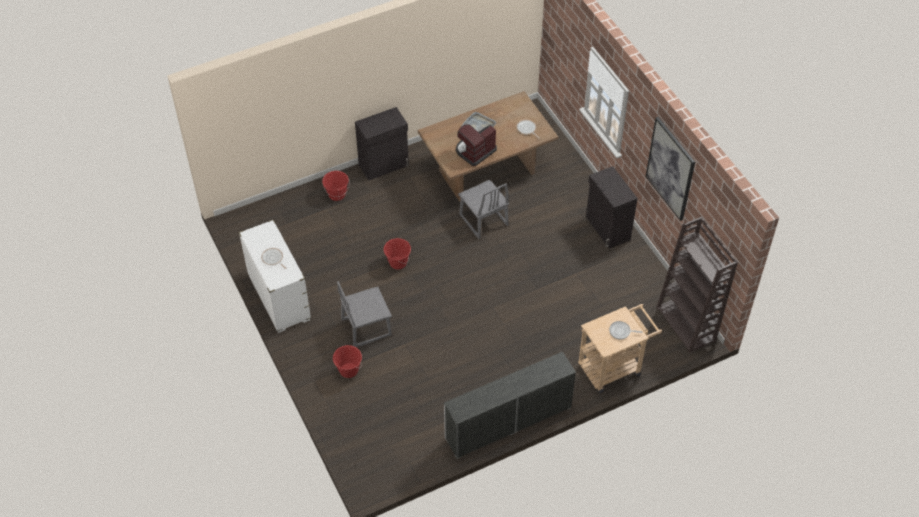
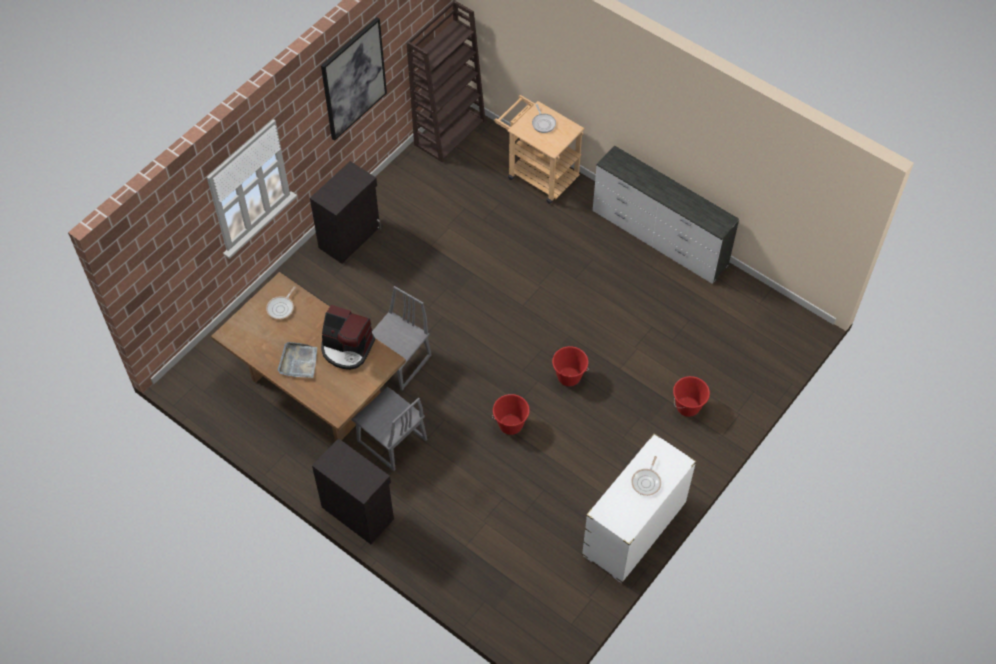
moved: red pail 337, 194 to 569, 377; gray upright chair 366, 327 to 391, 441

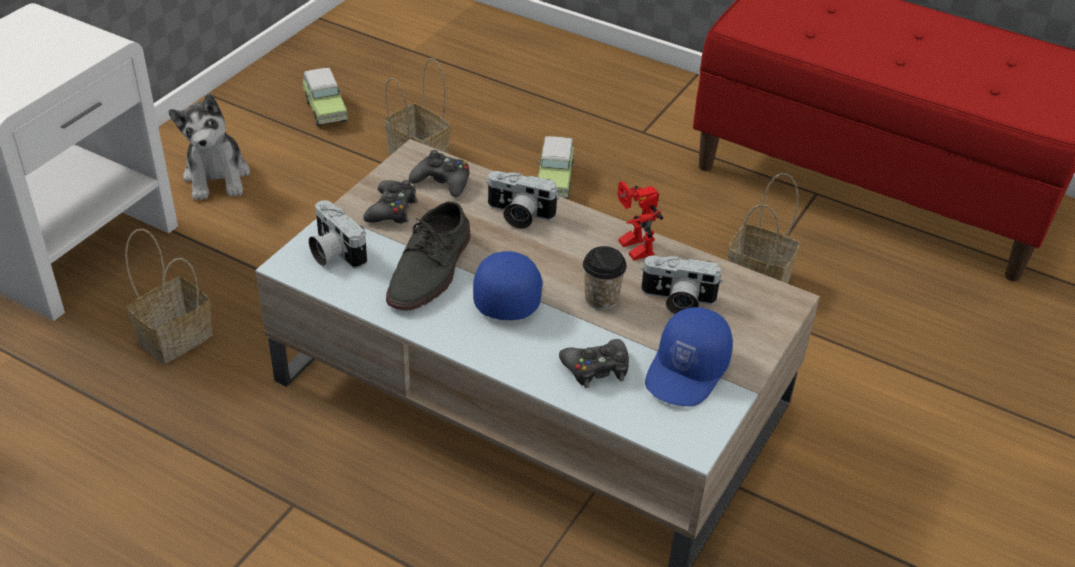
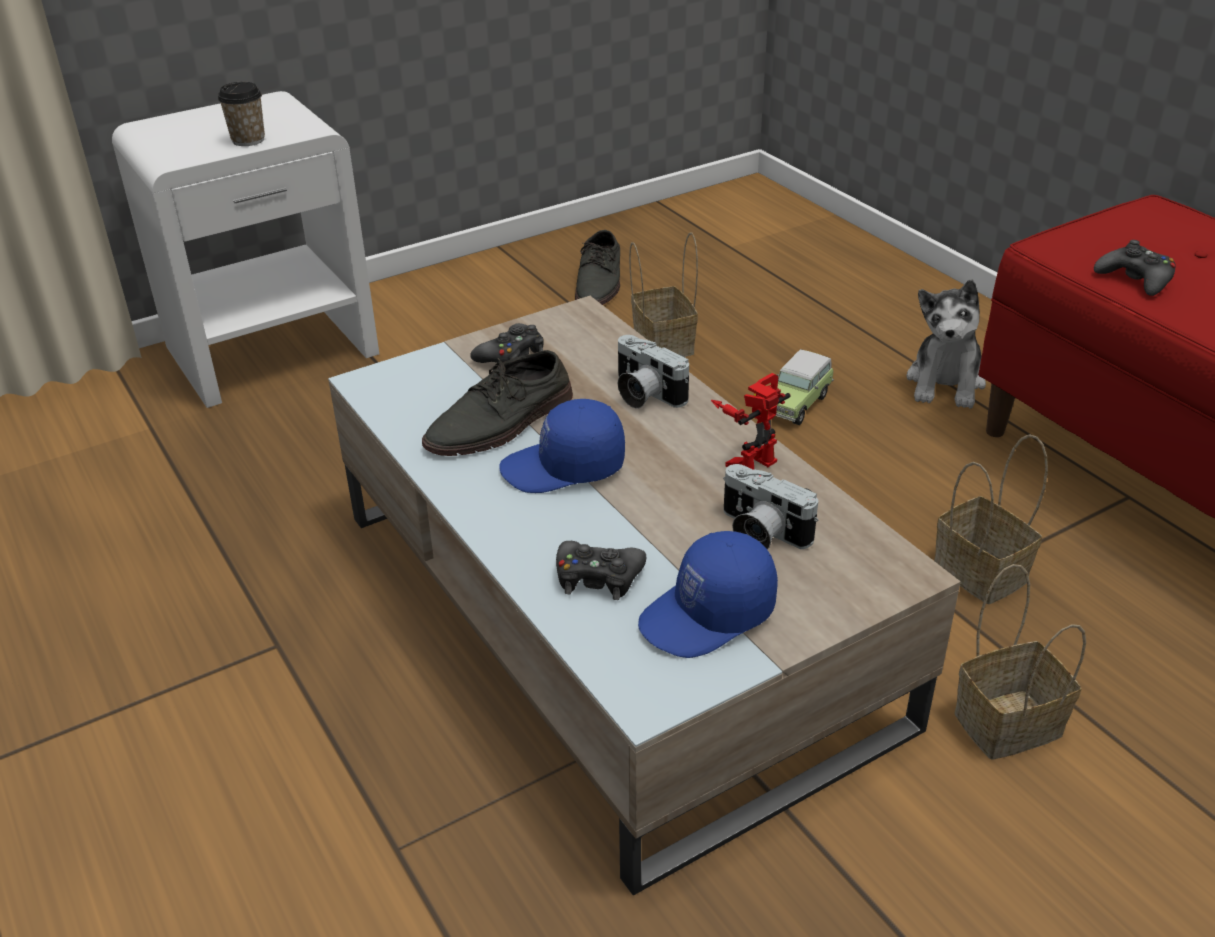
removed: still camera 333, 252
moved: household basket 176, 336 to 1009, 722; cuddly toy 217, 177 to 945, 383; black joypad 442, 181 to 1135, 279; drinking cup 601, 299 to 248, 140
replaced: toy car 325, 109 to gray low shoe 600, 282
turned: blue peaked cap 507, 292 = 564, 468 135 degrees counterclockwise; model robot 630, 247 = 748, 459 45 degrees clockwise

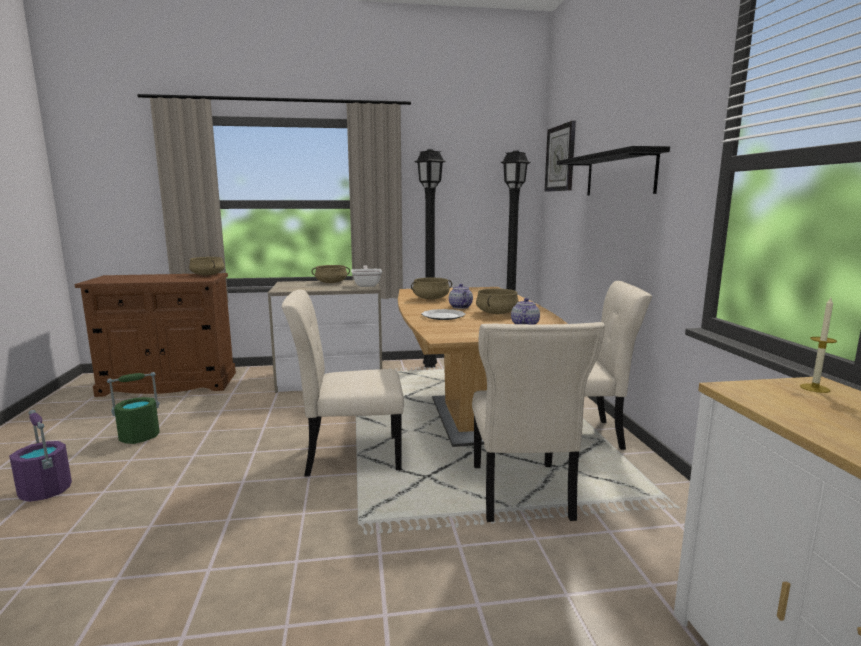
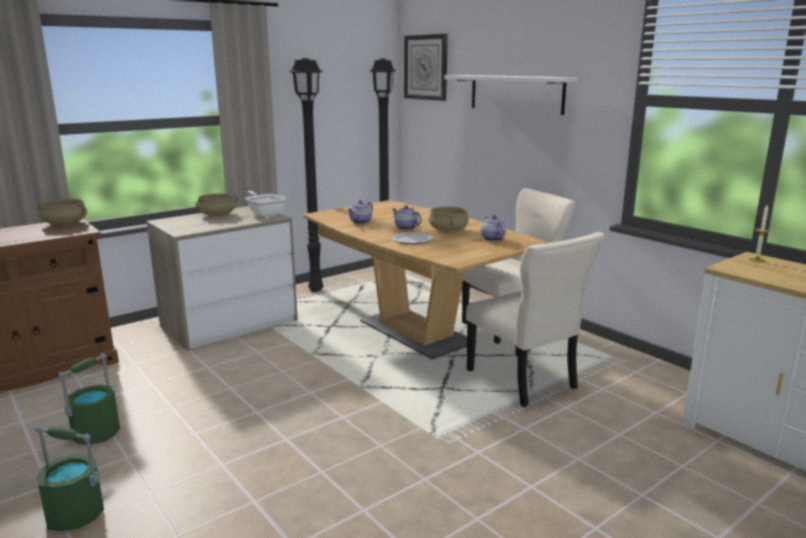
removed: beige-coloured upright chair 348, 455
replaced: beige-coloured cooking pot 431, 298 to tea pot 360, 222
recoloured: purple pail 46, 491 to green pail 76, 515; black bracket shelf 619, 174 to white bracket shelf 516, 93

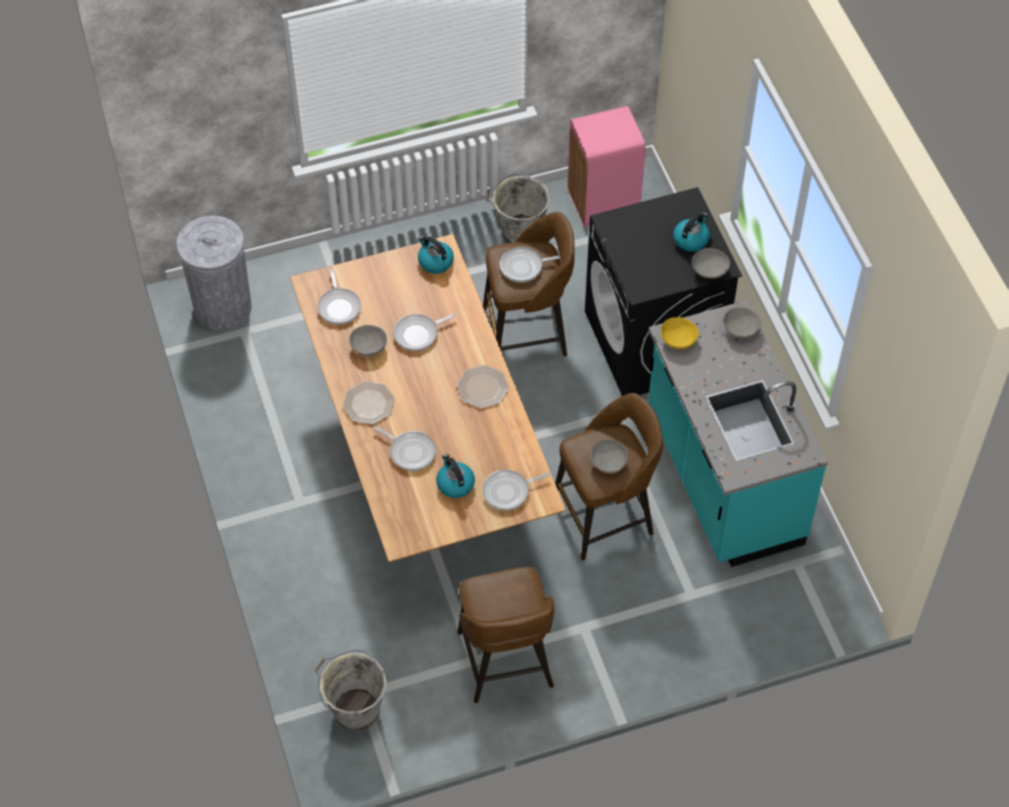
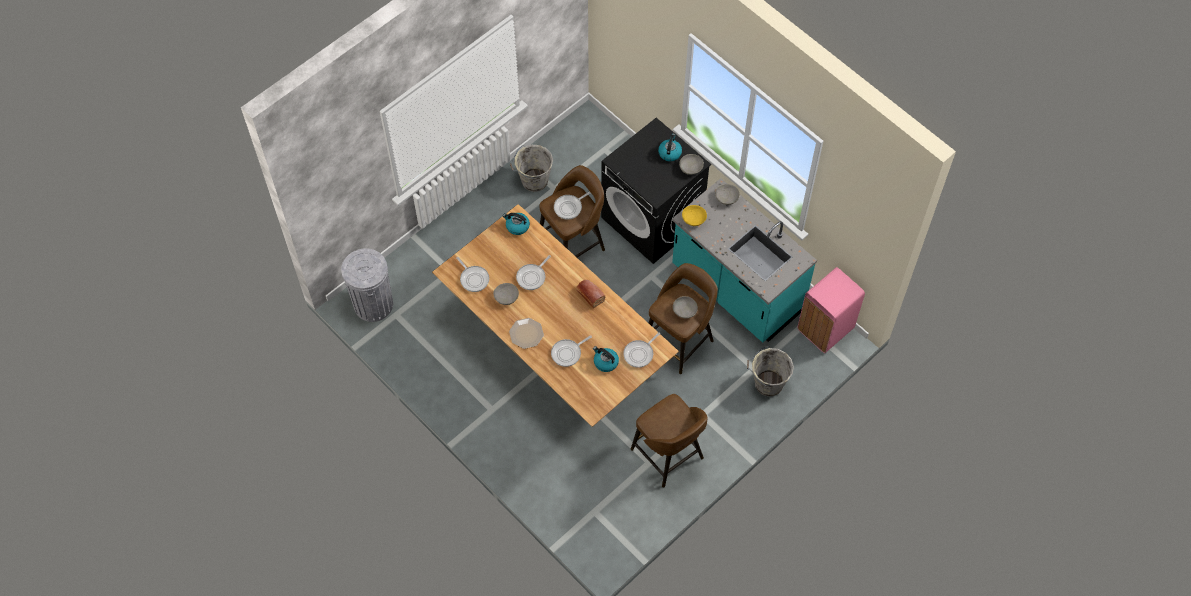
moved: gray pail 355, 709 to 767, 383; pinkish waste bin 604, 202 to 826, 329
replaced: flat dish 483, 387 to bread 589, 295
turned: frying pan 410, 451 = 568, 353 135 degrees clockwise

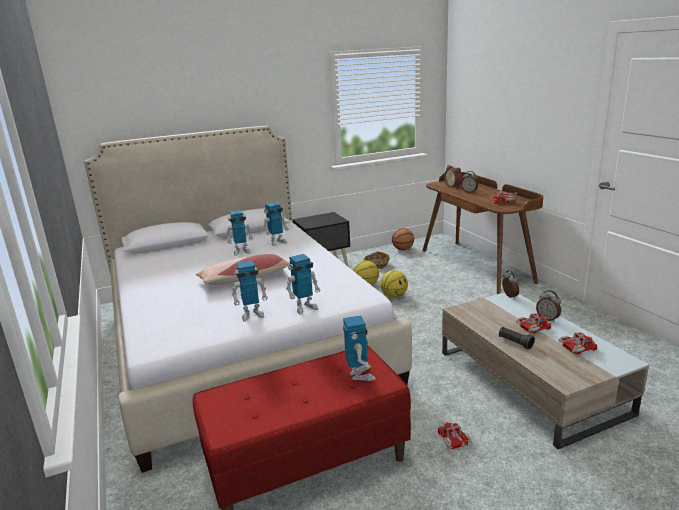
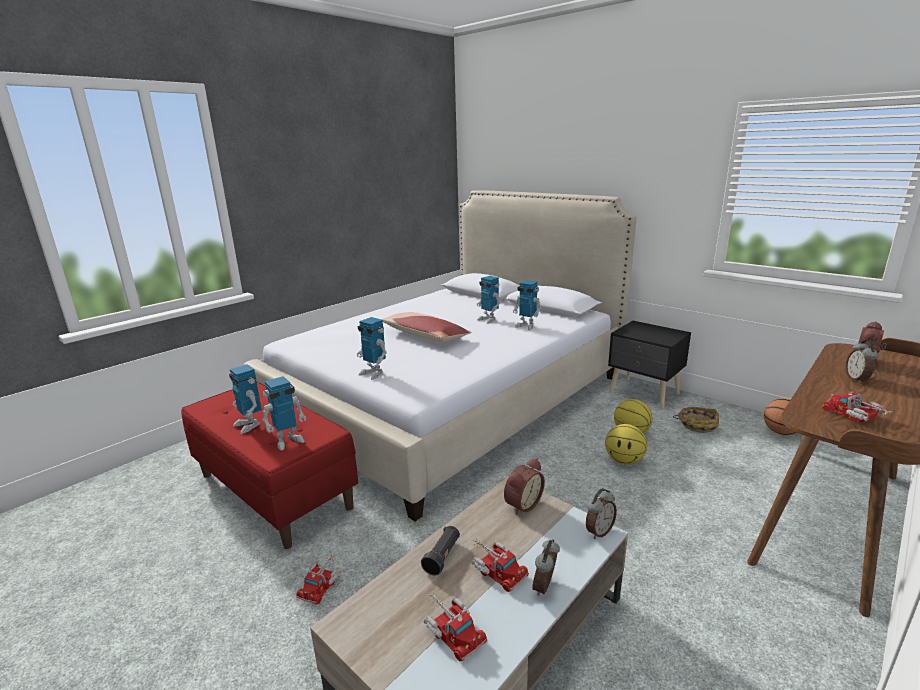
added: alarm clock 521, 504
moved: model robot 252, 314 to 249, 425
turned: model truck 455, 442 = 321, 584 150 degrees clockwise

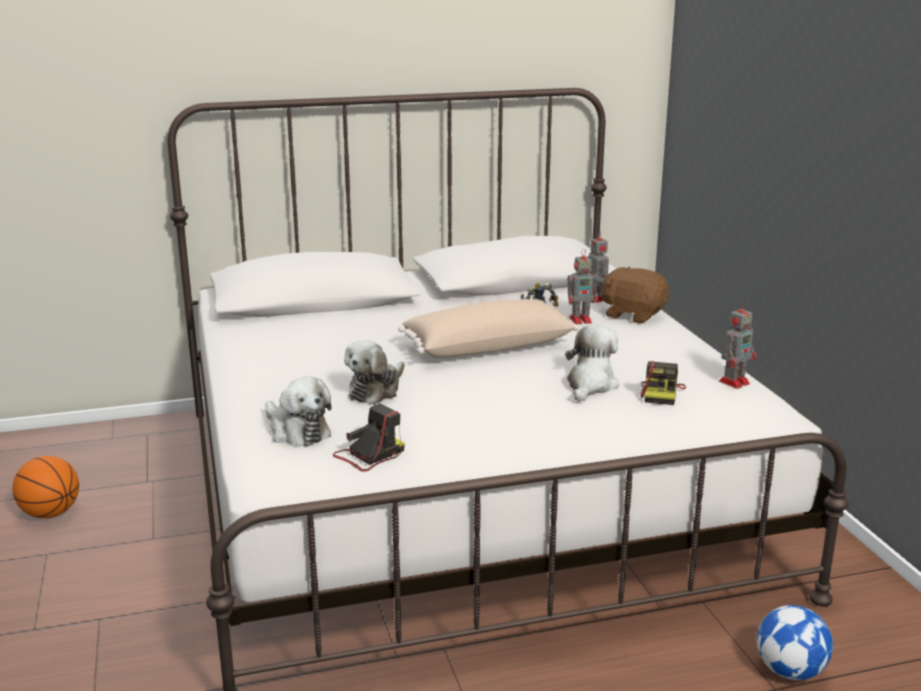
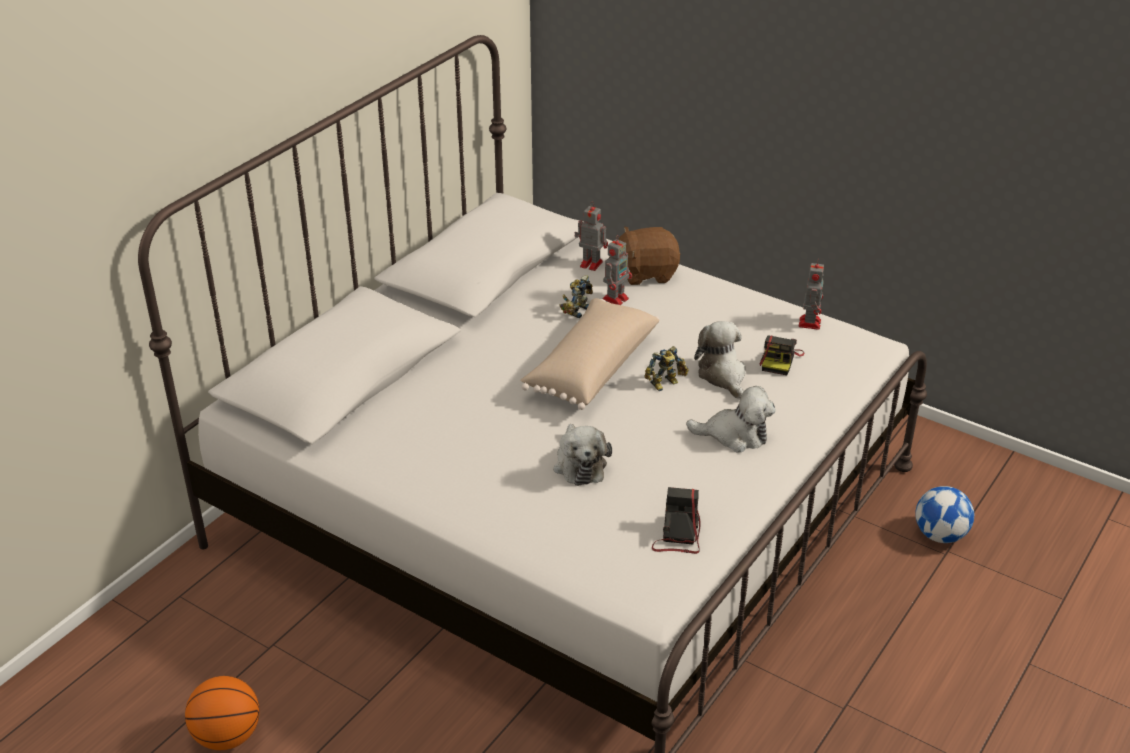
added: model robot 666, 384
moved: cuddly toy 297, 431 to 734, 435
turned: still camera 661, 393 = 780, 360 45 degrees clockwise

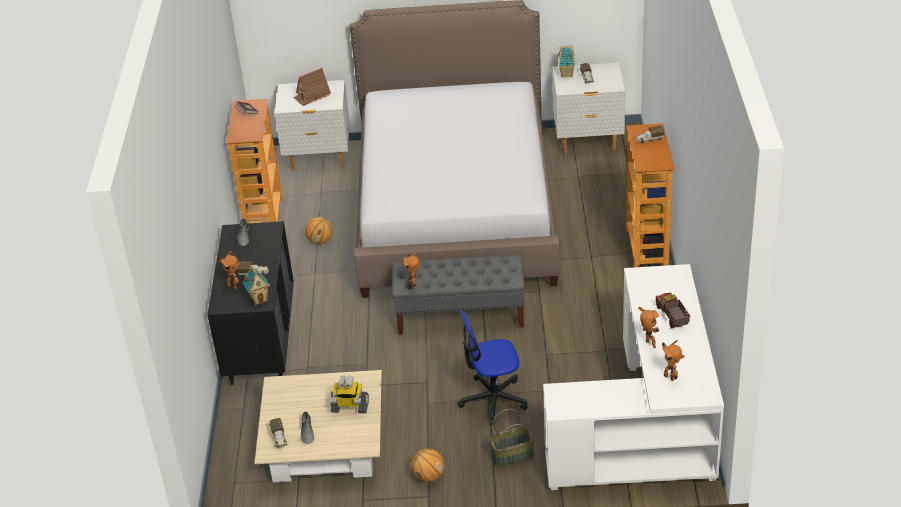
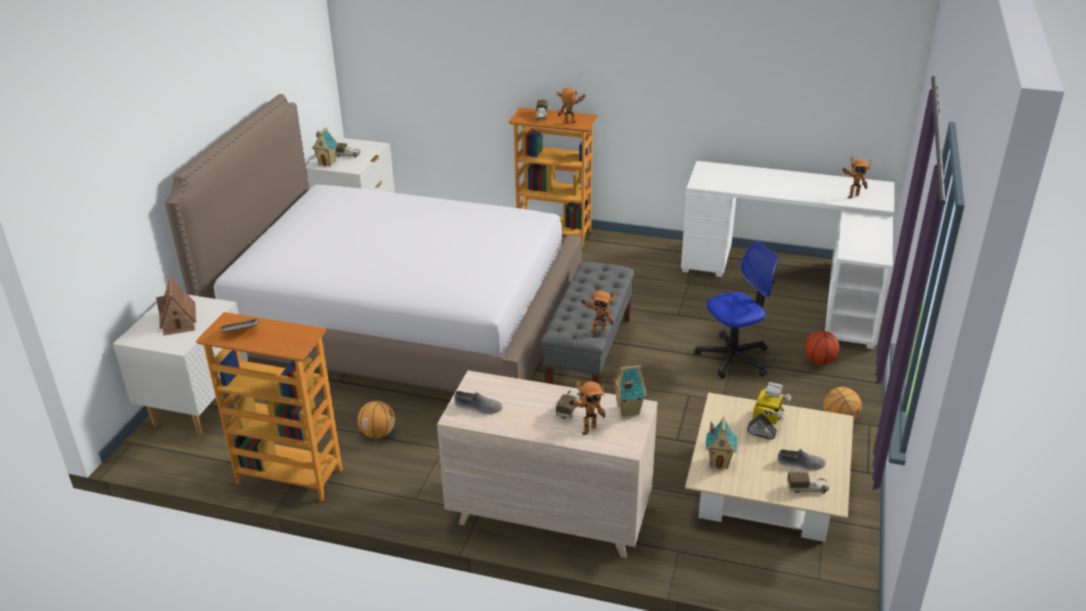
removed: model truck 671, 316
added: miniature house 719, 462
moved: model robot 649, 345 to 571, 123
replaced: household basket 512, 455 to basketball 819, 361
recoloured: black chest of drawers 261, 340 to beige-coloured chest of drawers 548, 516
turned: computer chair 493, 399 = 733, 358 120 degrees counterclockwise

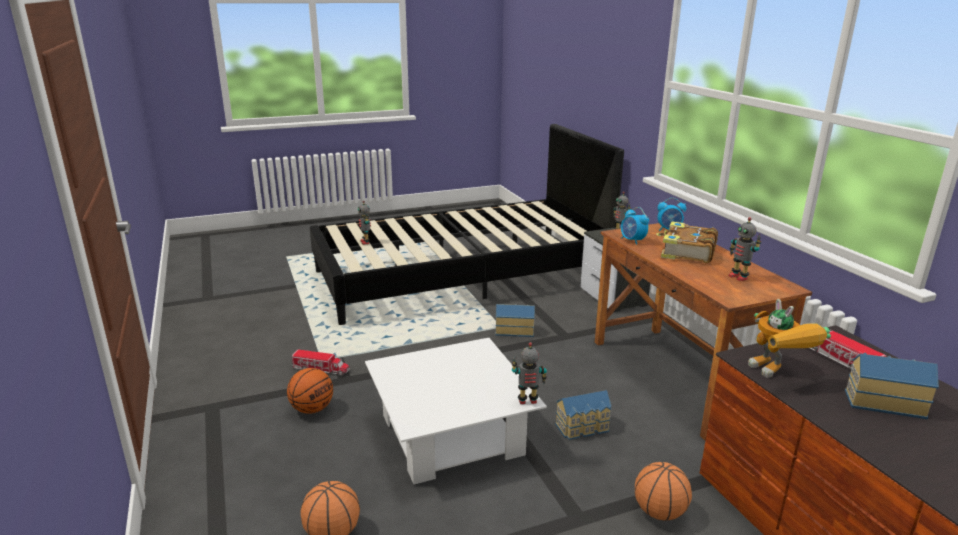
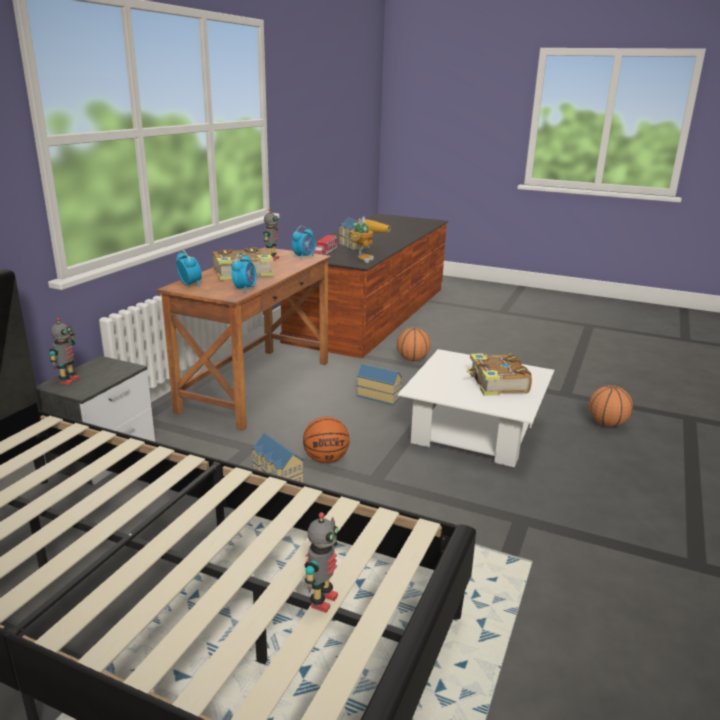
removed: model truck 321, 369; model robot 527, 401
added: alarm clock 304, 257; bound book 497, 384
moved: basketball 312, 409 to 326, 460

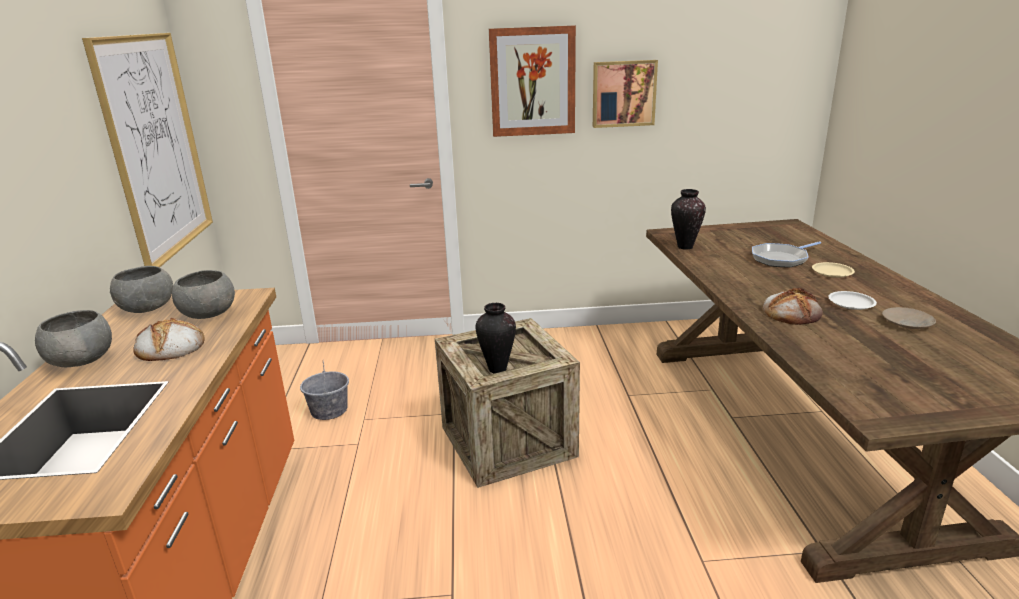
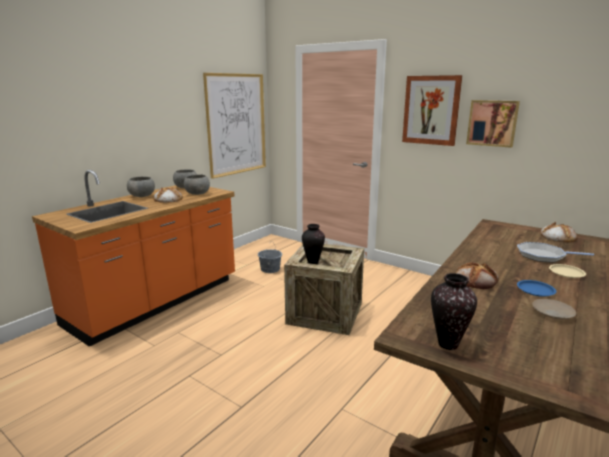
added: bread 557, 237
moved: vase 685, 247 to 448, 344
recoloured: white flat dish 851, 303 to blue flat dish 535, 290

